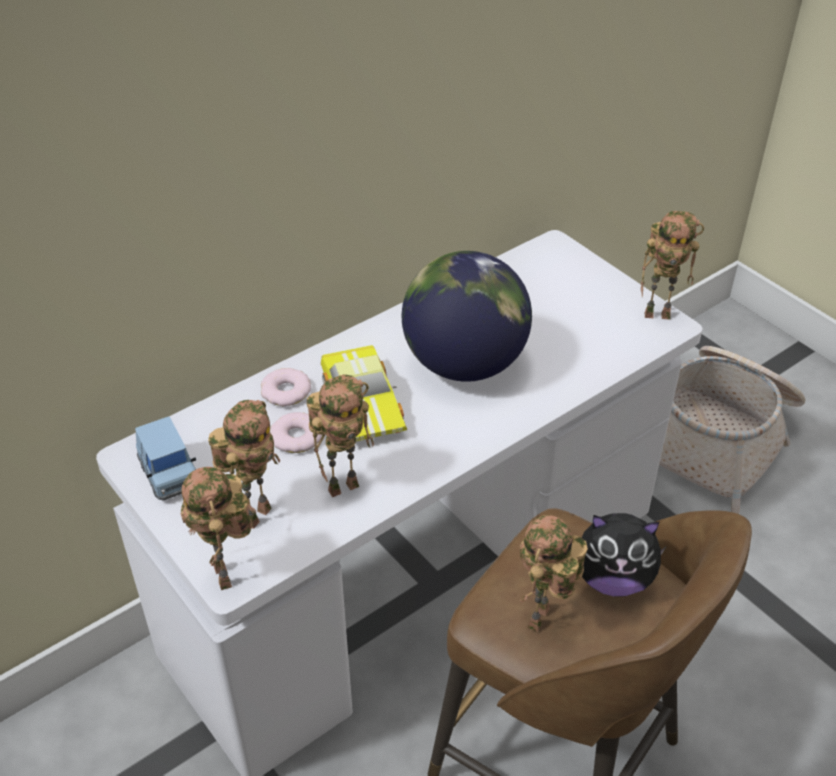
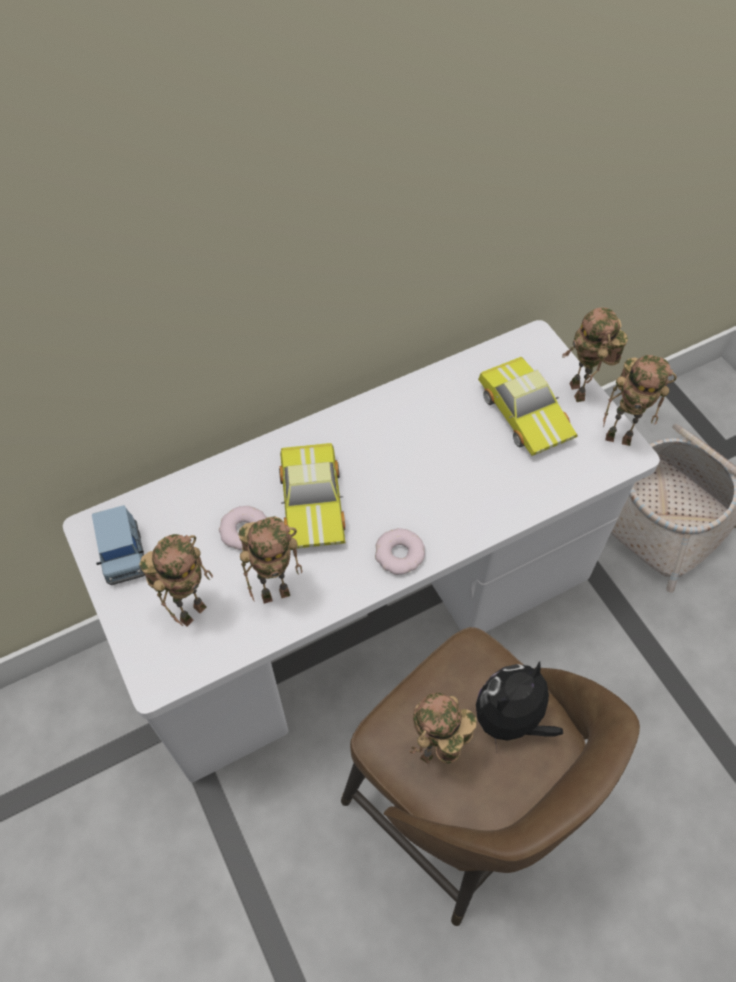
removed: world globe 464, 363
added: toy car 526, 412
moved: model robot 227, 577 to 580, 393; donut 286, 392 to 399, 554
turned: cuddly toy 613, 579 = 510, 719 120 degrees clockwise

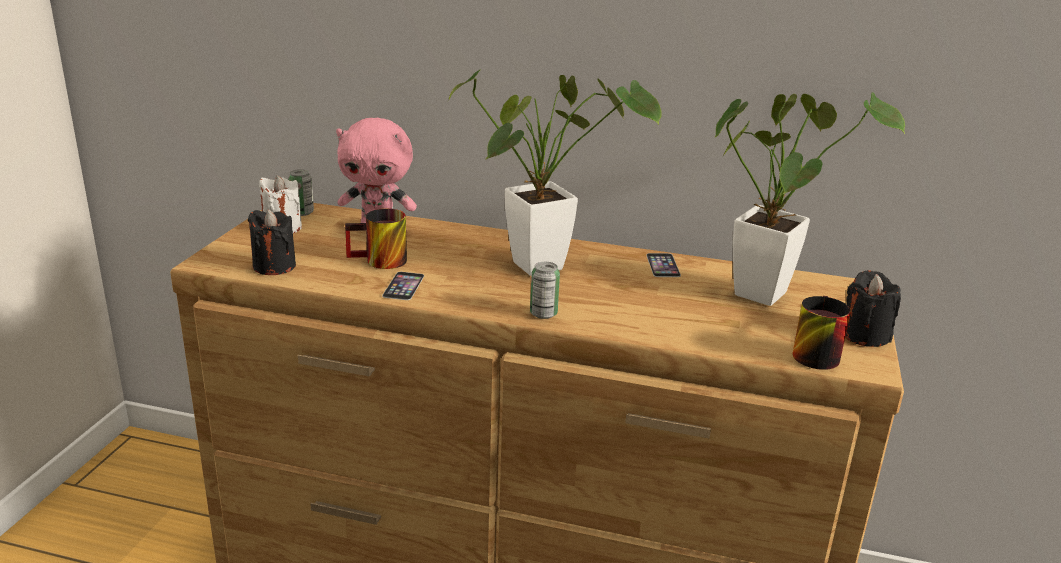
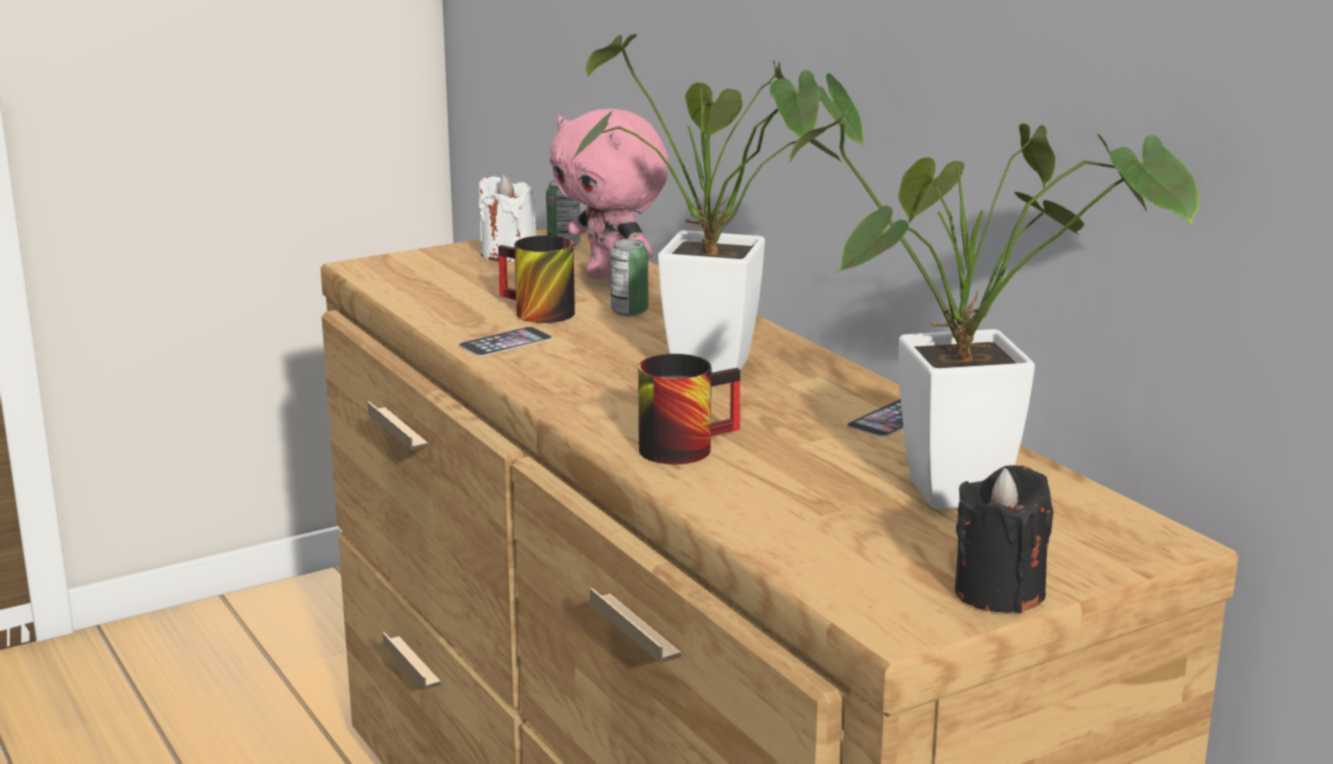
removed: black candle 274, 266
moved: metal can 543, 314 to 629, 311; tea mug 811, 352 to 683, 445

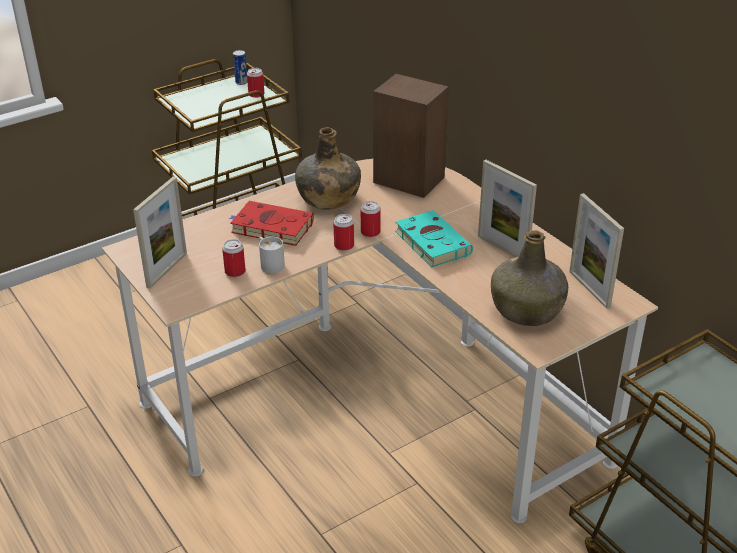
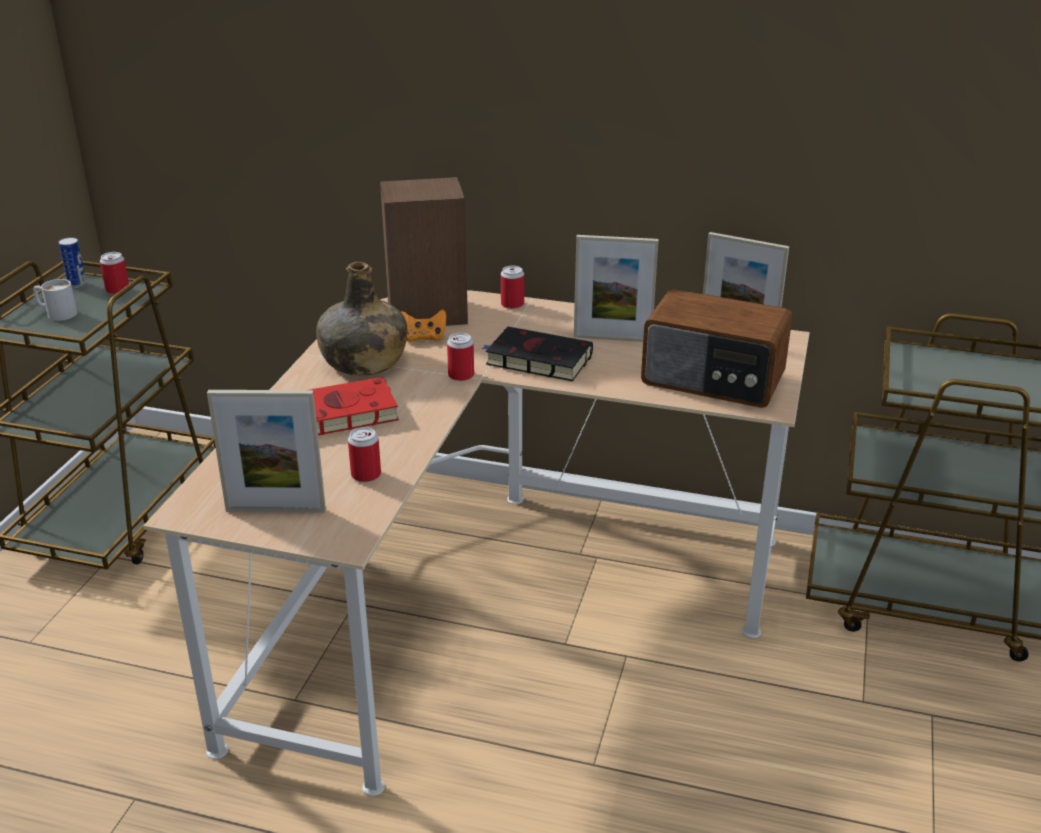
added: orange joypad 423, 338
moved: white tea mug 269, 263 to 56, 313; metal can 344, 246 to 512, 304
replaced: green bottle 527, 309 to radio receiver 713, 379
recoloured: turquoise bound book 431, 242 to black bound book 536, 359
turned: picture frame 167, 270 = 275, 510 105 degrees clockwise

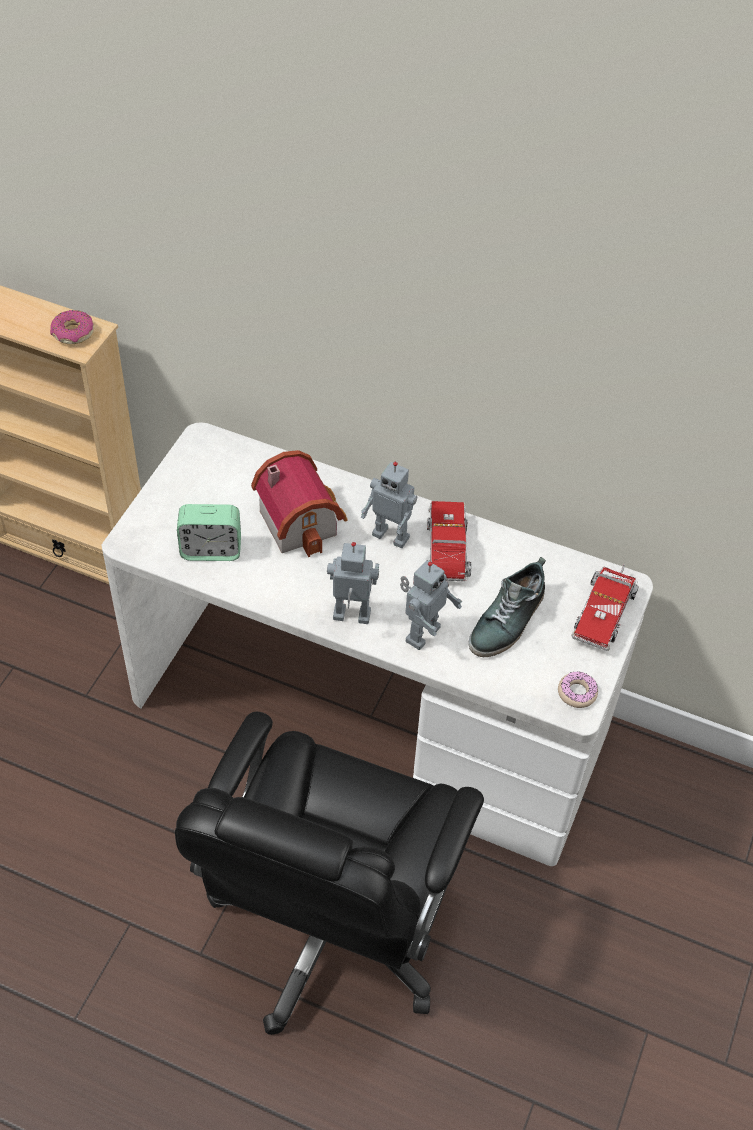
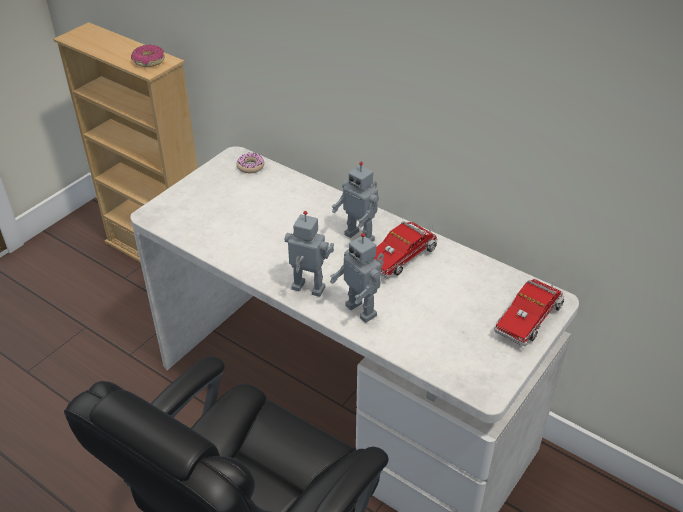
removed: alarm clock 211, 550; miniature house 302, 520; low shoe 508, 621
moved: donut 577, 693 to 250, 166
turned: model robot 421, 633 = 362, 310 90 degrees clockwise; model truck 447, 554 = 402, 256 150 degrees counterclockwise

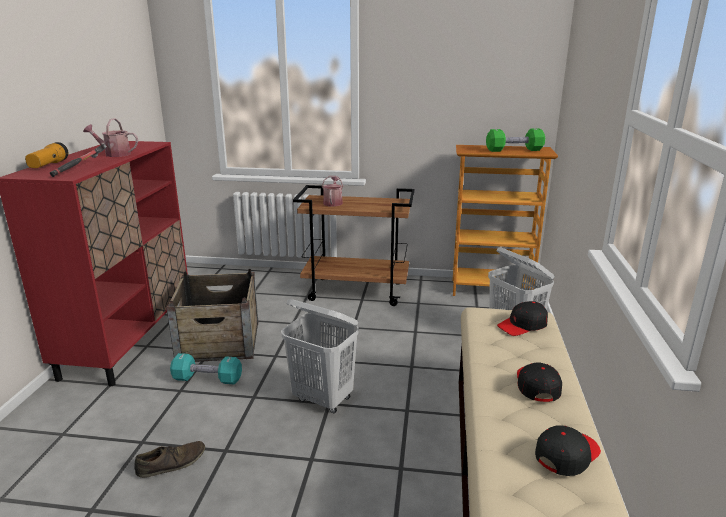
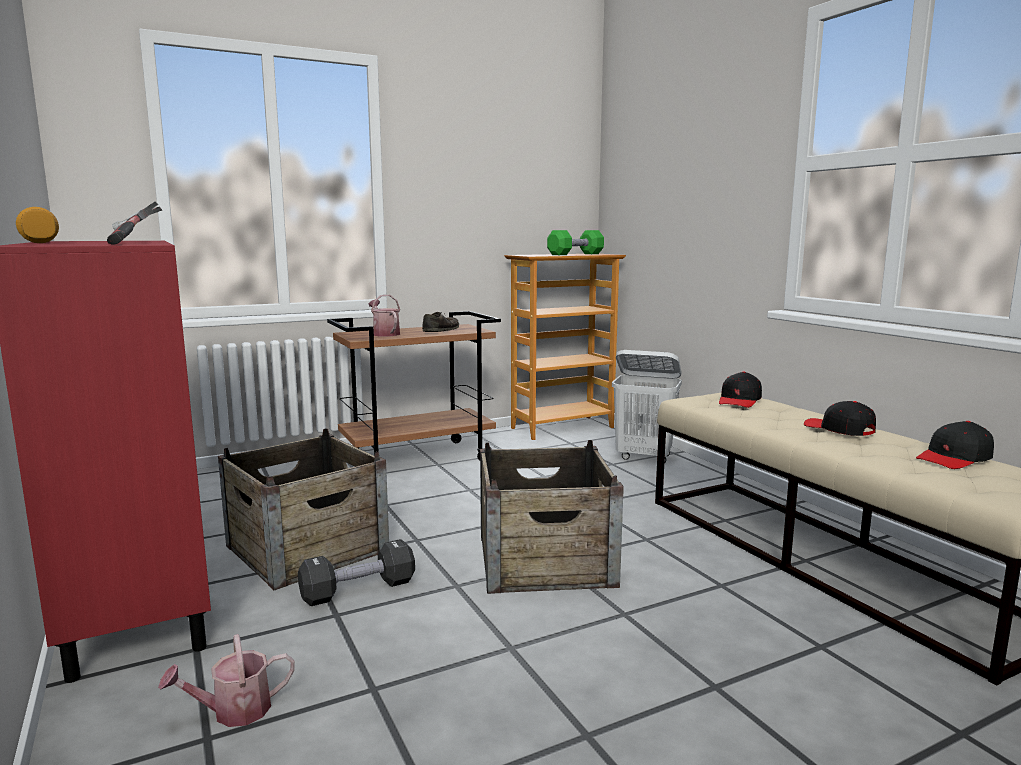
moved: watering pot 114, 154 to 233, 711; brownish low shoe 172, 463 to 441, 330
replaced: white hamper 323, 399 to crate 545, 559
recoloured: turquoise dumbbell 207, 379 to black dumbbell 358, 590
turned: black peaked cap 566, 455 = 954, 458 135 degrees counterclockwise

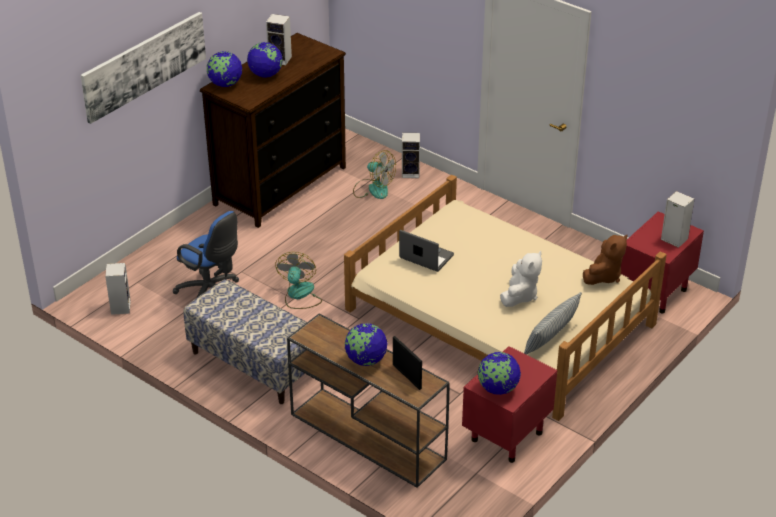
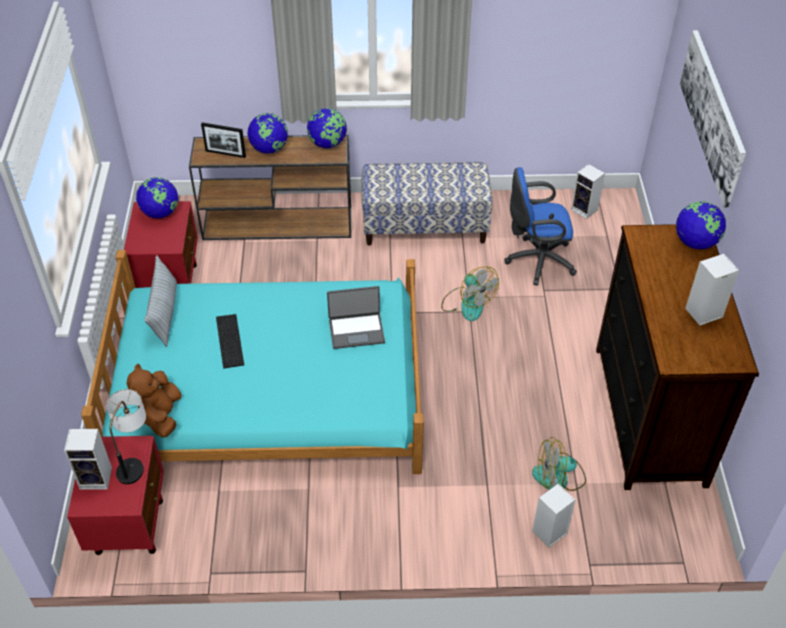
added: lamp for a table 135, 460
moved: world globe 265, 75 to 327, 144
replaced: white cuddly toy 520, 296 to keyboard 228, 340
recoloured: beige-coloured sleeping bed 498, 317 to turquoise sleeping bed 271, 390

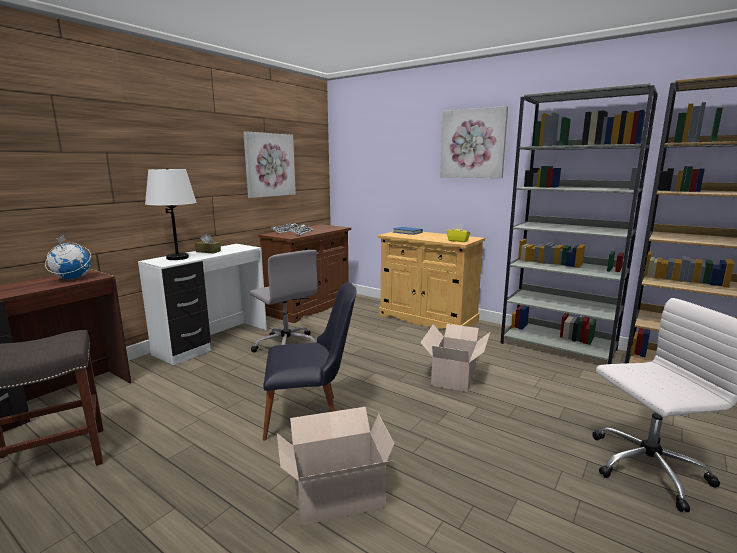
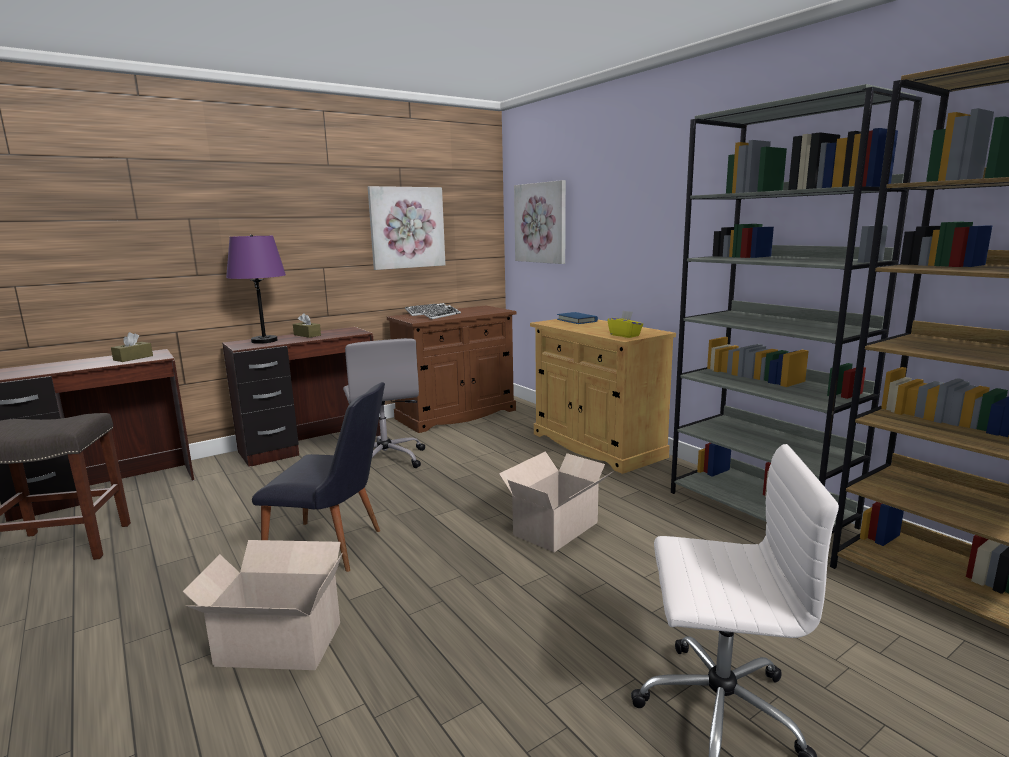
moved: wall art 473, 144 to 541, 223
replaced: world globe 72, 279 to brownish tissue holder 133, 358
recoloured: white desk unit 213, 341 to brownish desk unit 312, 445; white lamp for a table 178, 258 to purple lamp for a table 264, 341

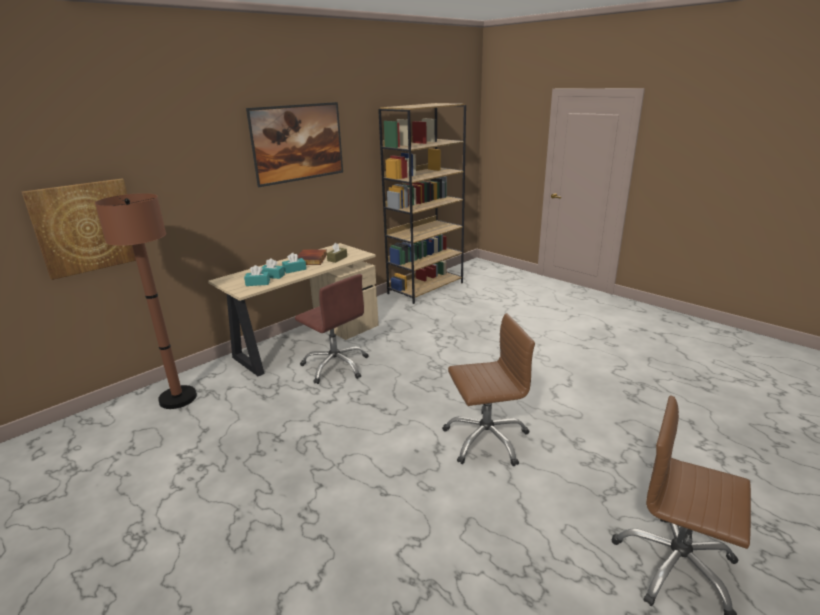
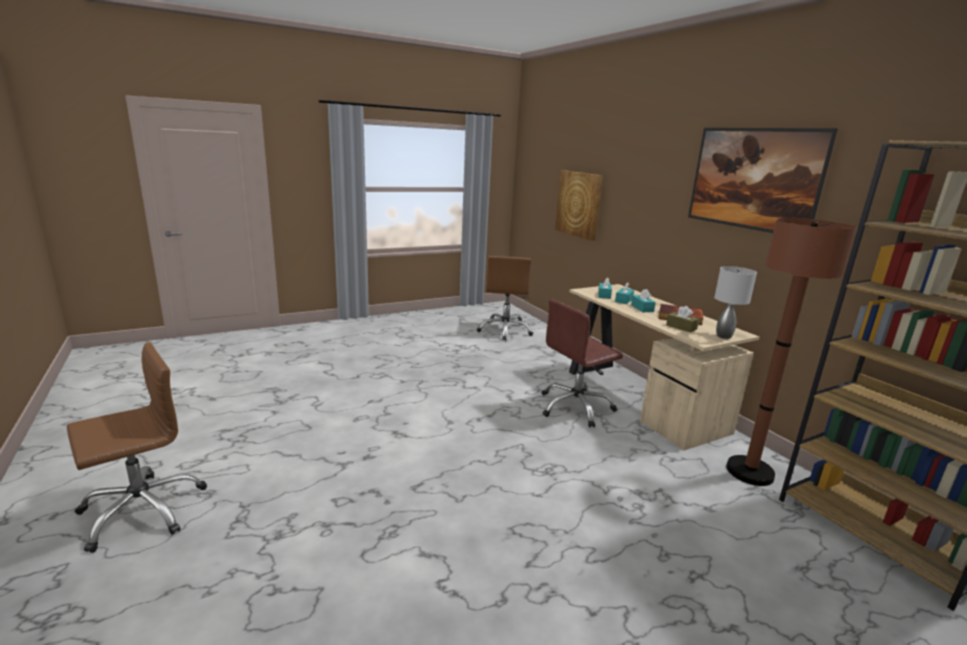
added: gray lamp for a table 724, 336
moved: brownish floor lamp 178, 398 to 749, 472; brownish computer chair 486, 439 to 505, 330

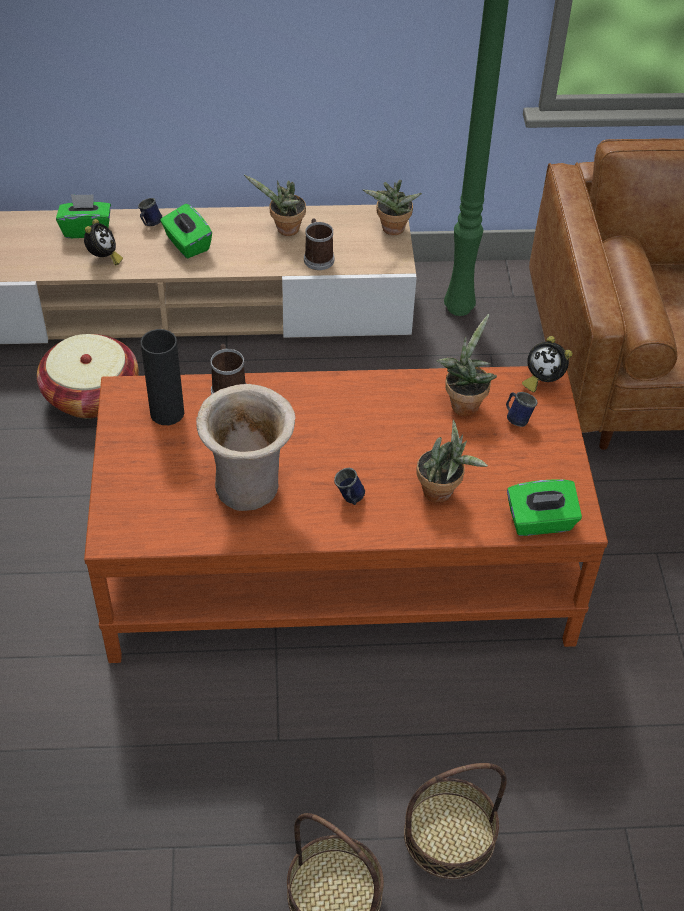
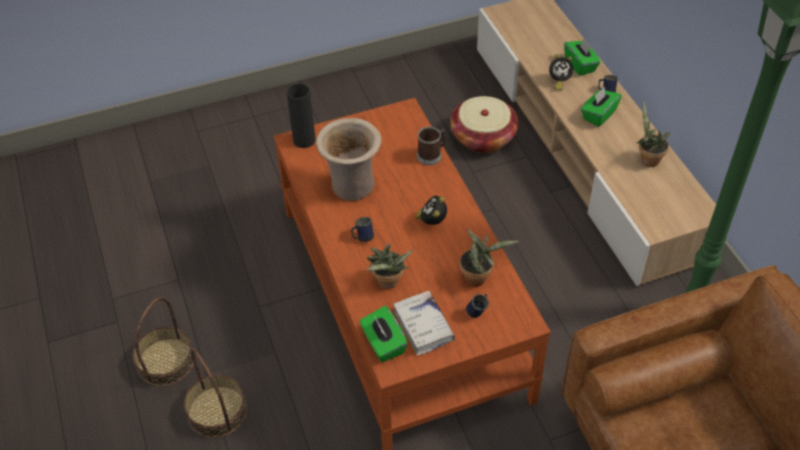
removed: tea mug 318, 257; potted plant 391, 230
added: white bound book 423, 326
moved: black vase 167, 413 to 304, 140; alarm clock 542, 380 to 432, 222

